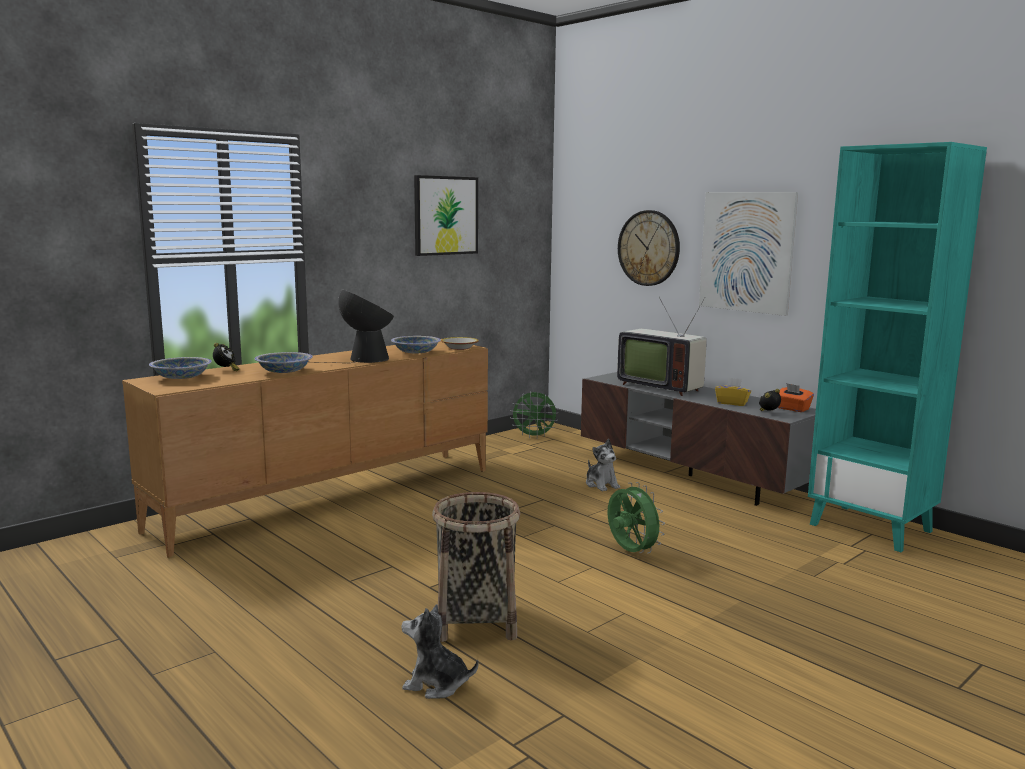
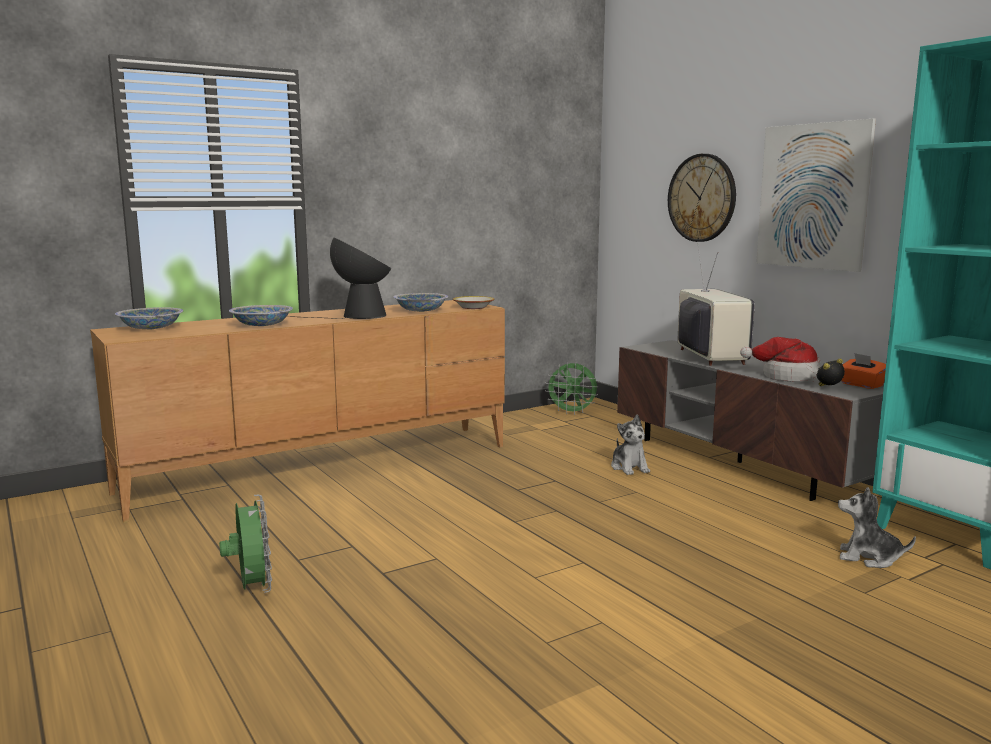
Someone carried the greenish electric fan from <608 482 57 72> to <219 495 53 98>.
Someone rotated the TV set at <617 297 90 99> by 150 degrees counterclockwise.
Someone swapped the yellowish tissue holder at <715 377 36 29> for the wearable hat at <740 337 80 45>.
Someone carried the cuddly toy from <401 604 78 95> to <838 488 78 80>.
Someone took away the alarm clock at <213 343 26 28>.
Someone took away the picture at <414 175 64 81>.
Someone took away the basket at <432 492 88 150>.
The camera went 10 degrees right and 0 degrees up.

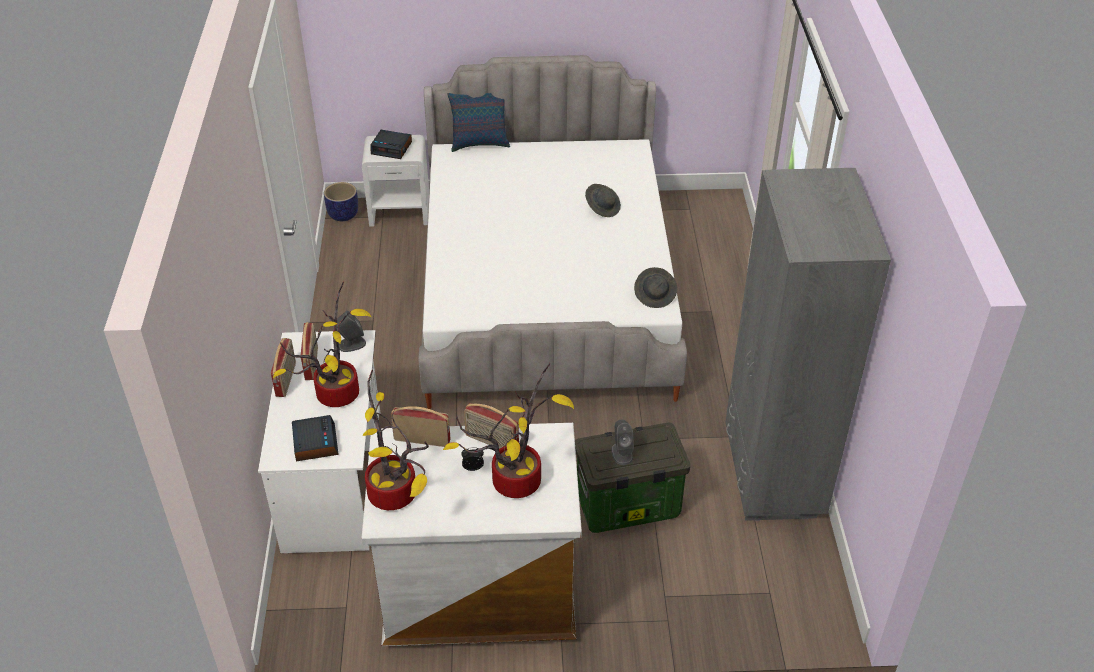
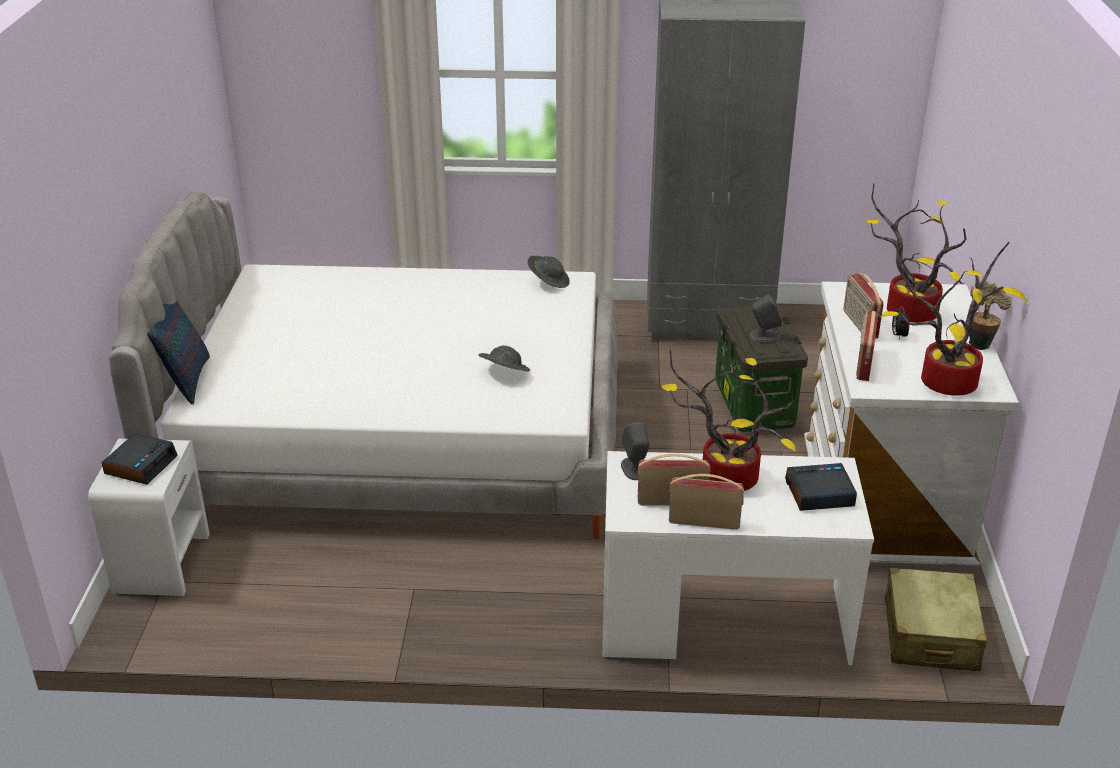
Someone carried the greyish wearable hat from <585 184 36 33> to <479 345 51 27>.
Someone rotated the radio set at <464 403 55 46> by 135 degrees clockwise.
Someone put down the beige-coloured piece of luggage at <885 568 102 103>.
Someone put down the plant in a pot at <969 281 43 69>.
Someone took away the planter at <324 182 34 39>.
The camera went 85 degrees left and 10 degrees down.

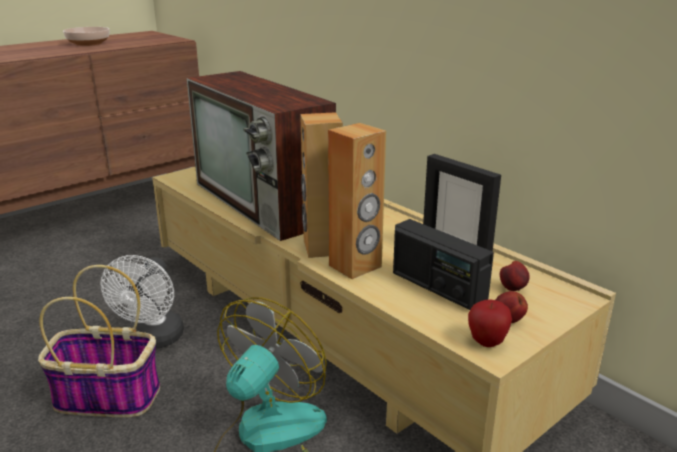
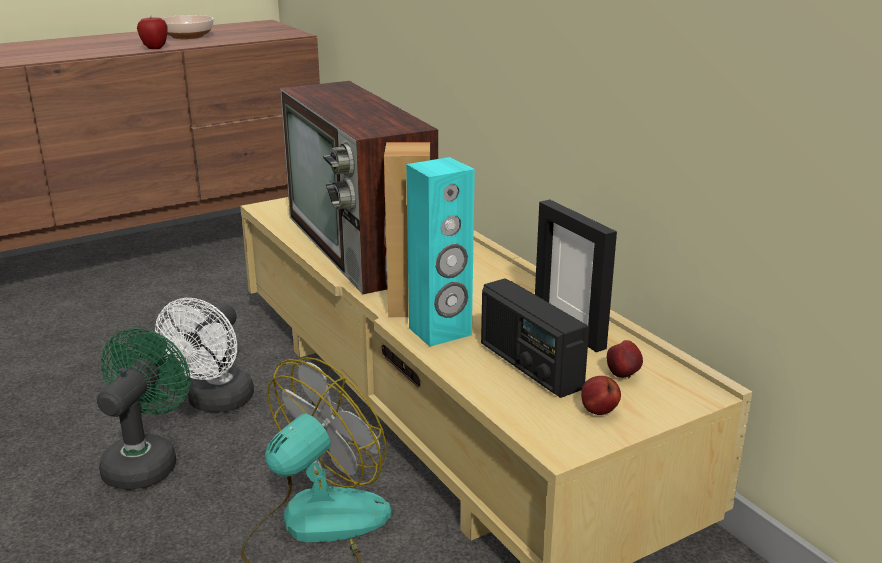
Someone swapped the basket at <38 265 122 152> for the greenish electric fan at <97 328 94 162>.
Someone carried the whole apple from <468 300 44 47> to <137 17 31 32>.
Someone repainted the brown speaker at <328 123 58 156>, which became the turquoise speaker at <406 157 69 190>.
The camera went 10 degrees right and 0 degrees up.

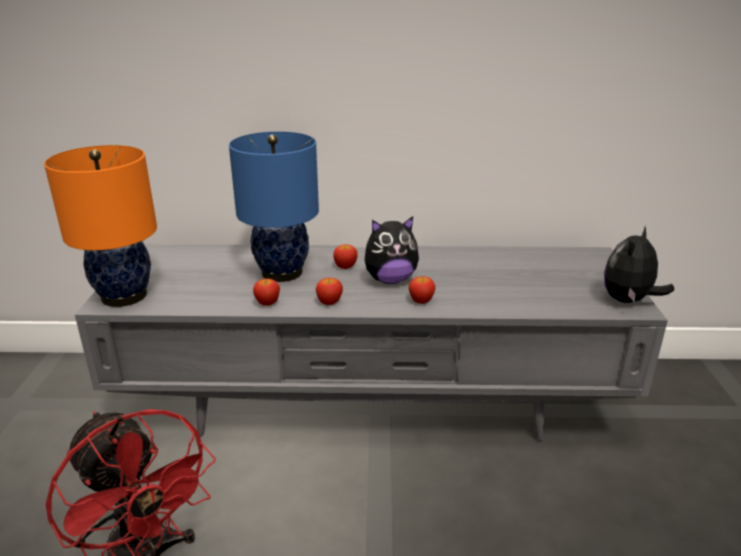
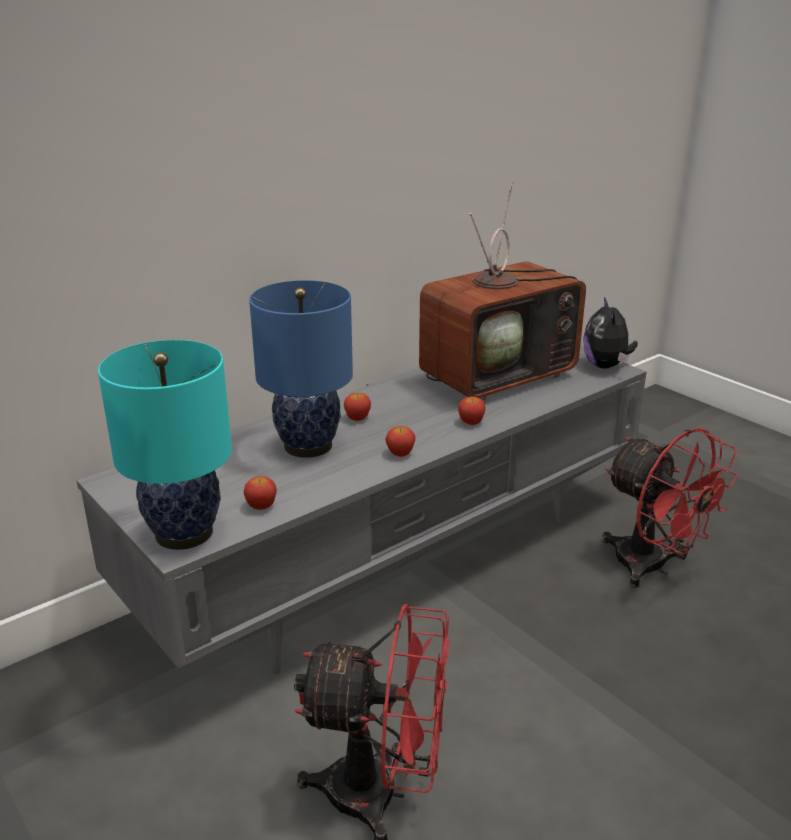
Someone repainted the orange-coloured tabletop lamp at <44 145 113 162>, which became the turquoise tabletop lamp at <98 340 134 210>.
Someone carried the whole apple from <253 279 27 27> to <244 476 33 34>.
Someone put down the TV set at <419 181 167 219>.
Someone put down the red-coloured electric fan at <602 428 137 160>.
Someone took away the cuddly toy at <365 217 54 67>.
The camera went 40 degrees left and 0 degrees up.

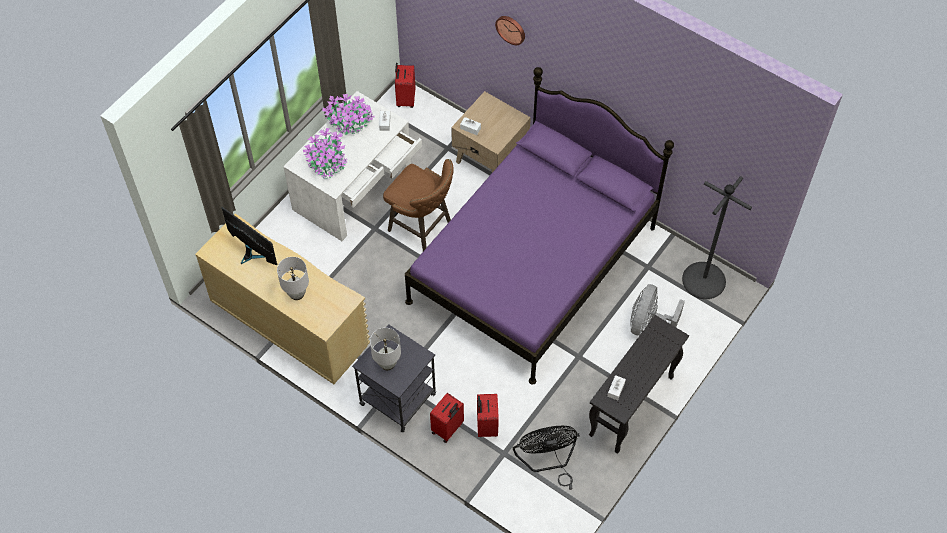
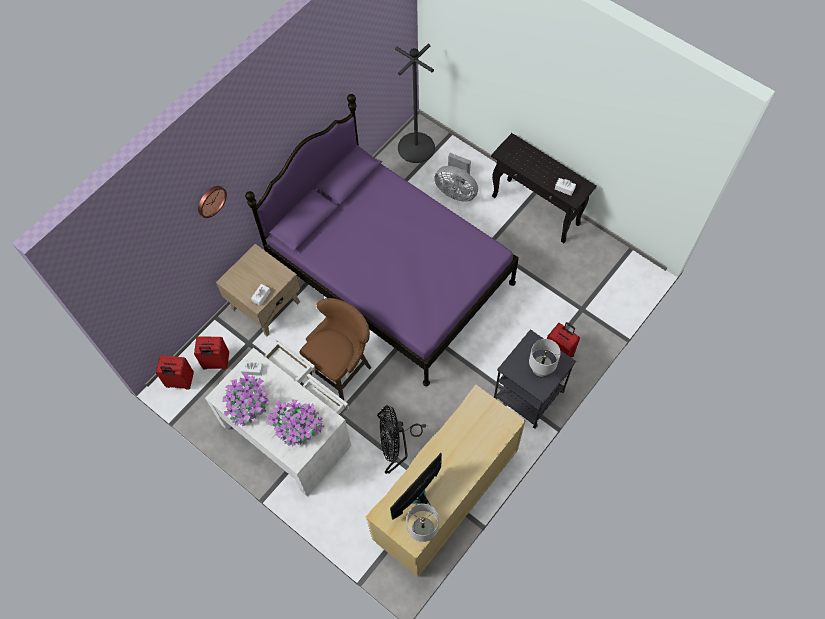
Someone carried the red-coloured piece of luggage from <477 394 22 43> to <194 337 35 33>.
Someone carried the blackish electric fan from <513 426 67 64> to <377 405 50 69>.
Someone carried the whitish tabletop lamp from <277 257 32 43> to <407 504 32 38>.
The camera went 85 degrees left and 5 degrees up.

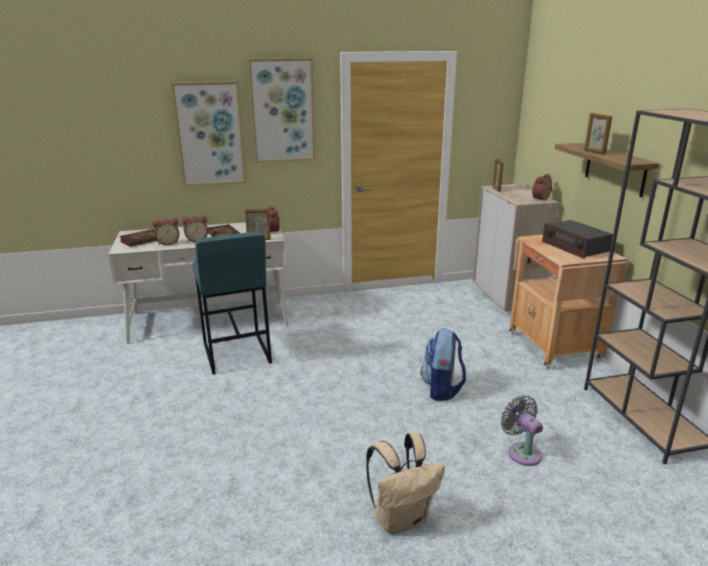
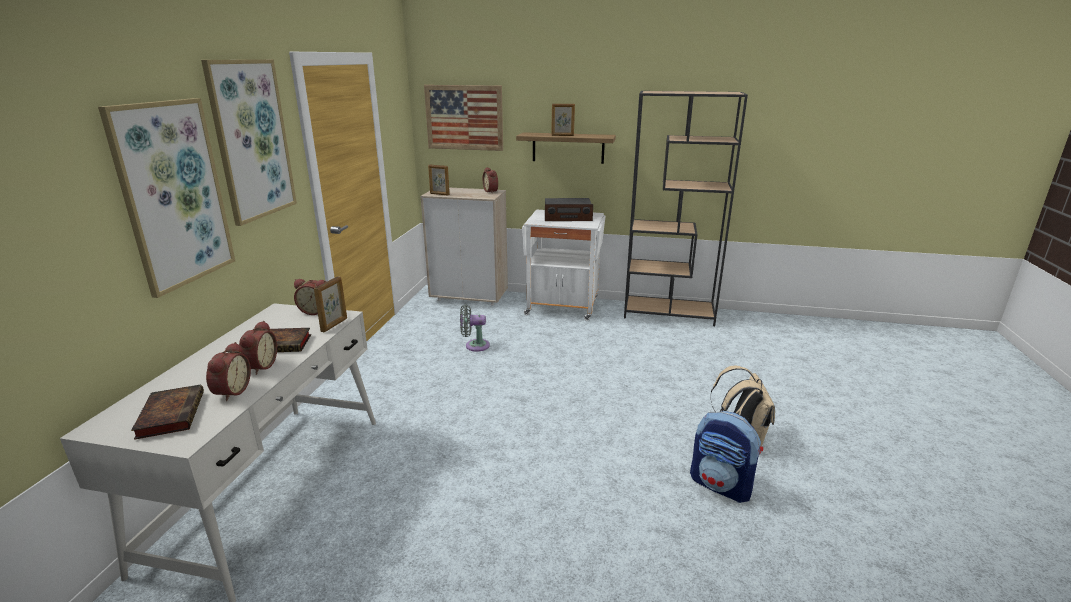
Someone put up the picture at <424 85 79 66>.
Someone carried the greyish electric fan from <501 395 42 71> to <460 304 30 48>.
Someone repainted the brown cart at <508 235 120 133>, which became the whitish cart at <522 210 84 111>.
Someone carried the rucksack from <420 328 46 73> to <690 411 73 92>.
Someone took away the turquoise sitting stool at <193 232 79 143>.
The camera went 65 degrees left and 0 degrees up.

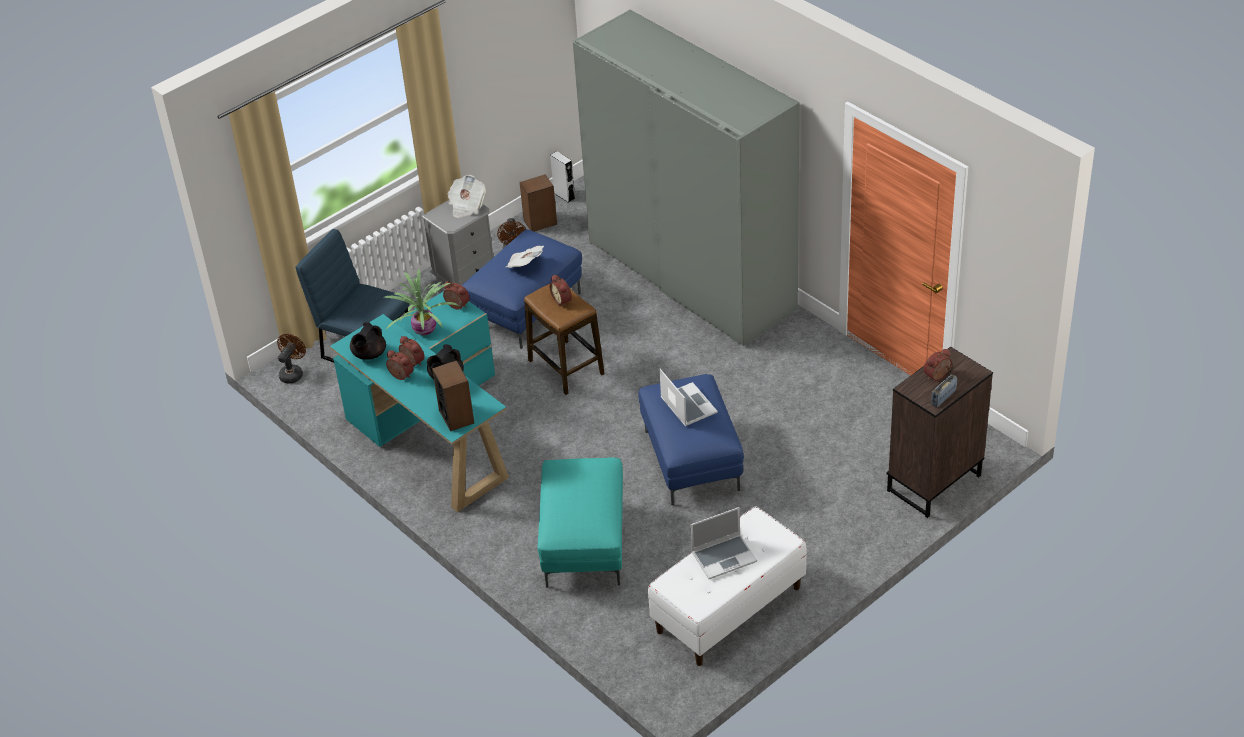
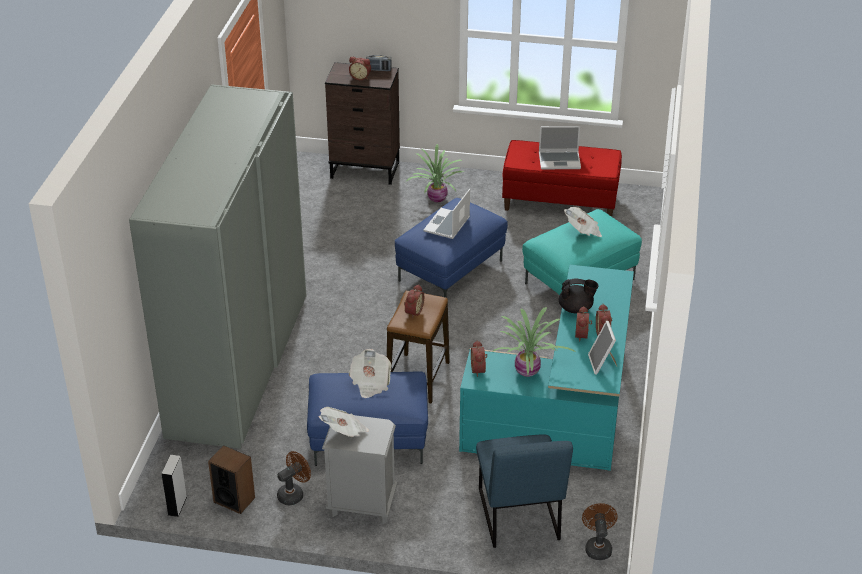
Someone put down the plant in a pot at <406 144 59 58>.
Someone repainted the whitish bench at <648 507 159 159>, which became the red-coloured bench at <502 140 120 77>.
Someone rotated the portable computer at <691 507 66 72> by 150 degrees clockwise.
Someone put down the newspaper at <564 207 38 30>.
Someone rotated the brown electric fan at <277 334 29 50> by 105 degrees clockwise.
Someone swapped the blackish teapot at <350 322 36 38> for the standing frame at <588 321 29 54>.
Someone took away the speaker at <432 360 42 71>.
The camera went 130 degrees left and 5 degrees down.

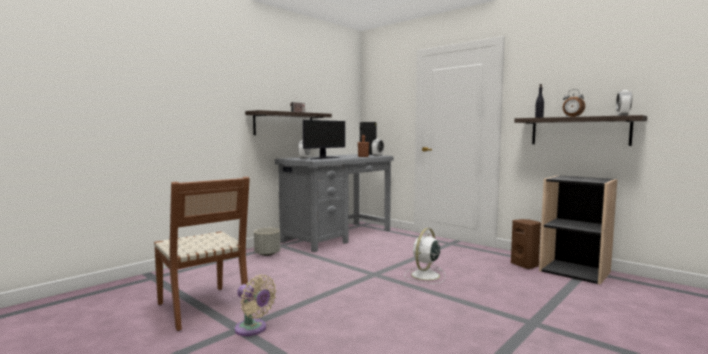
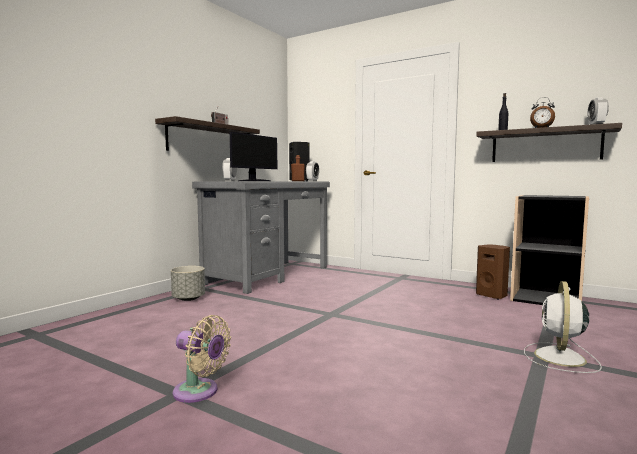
Someone carried the whitish electric fan from <404 228 41 56> to <524 281 78 92>.
Someone took away the chair at <154 177 96 154>.
The camera went 10 degrees left and 0 degrees up.

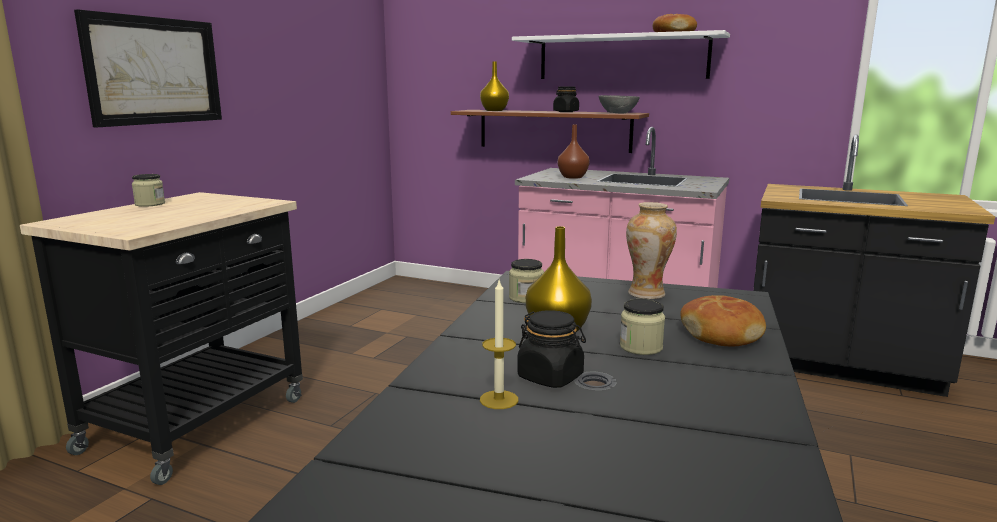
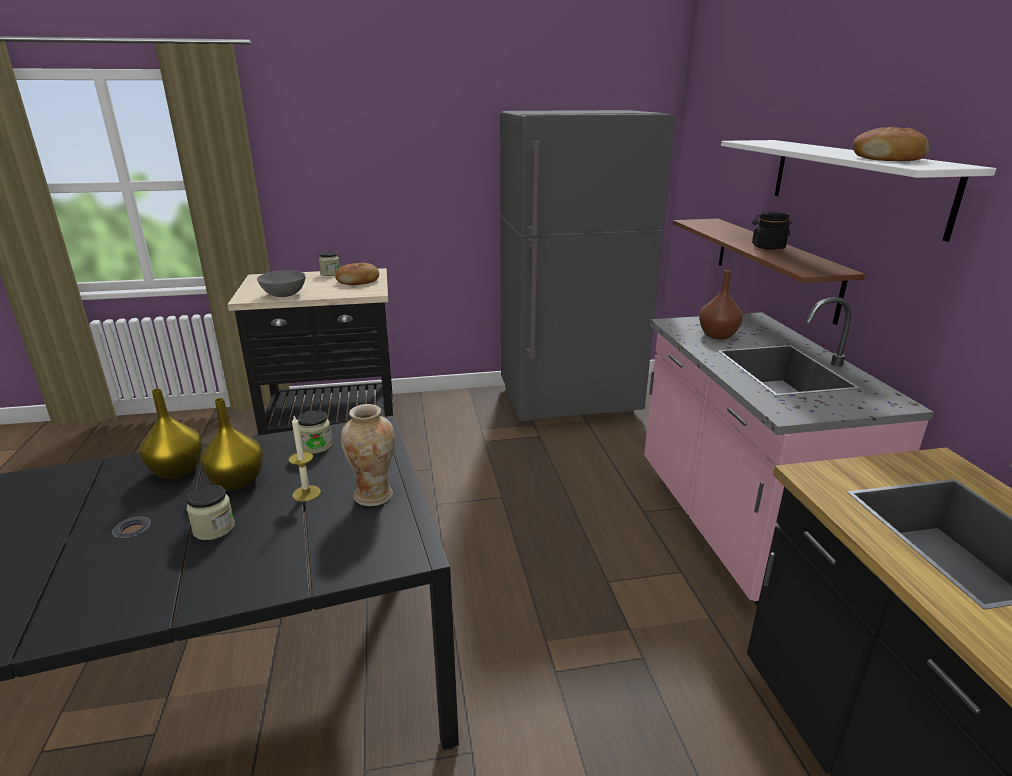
Someone carried the yellowish decorative vase from <480 62 29 49> to <139 389 64 90>.
Someone carried the greyish bowl from <599 95 40 18> to <257 270 48 27>.
Someone carried the wax candle from <480 280 38 129> to <289 416 32 86>.
Someone carried the bread from <680 295 86 51> to <335 263 44 22>.
Someone put down the greyish fridge at <500 110 175 311>.
Someone took away the picture at <74 9 148 118>.
Someone took away the blackish preserve jar at <518 310 68 78>.
The camera went 55 degrees right and 10 degrees up.

